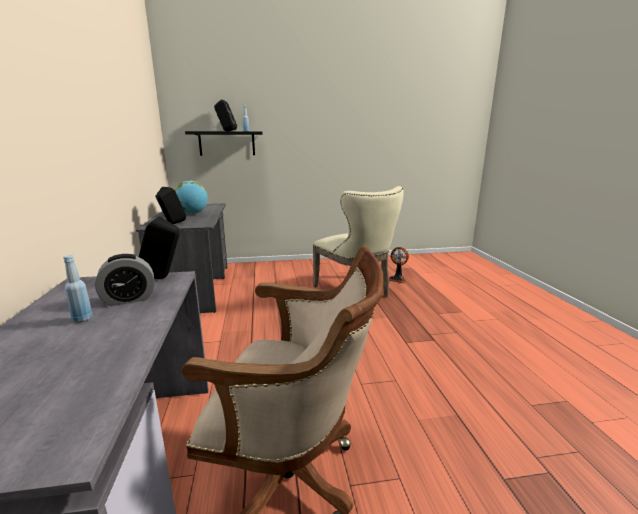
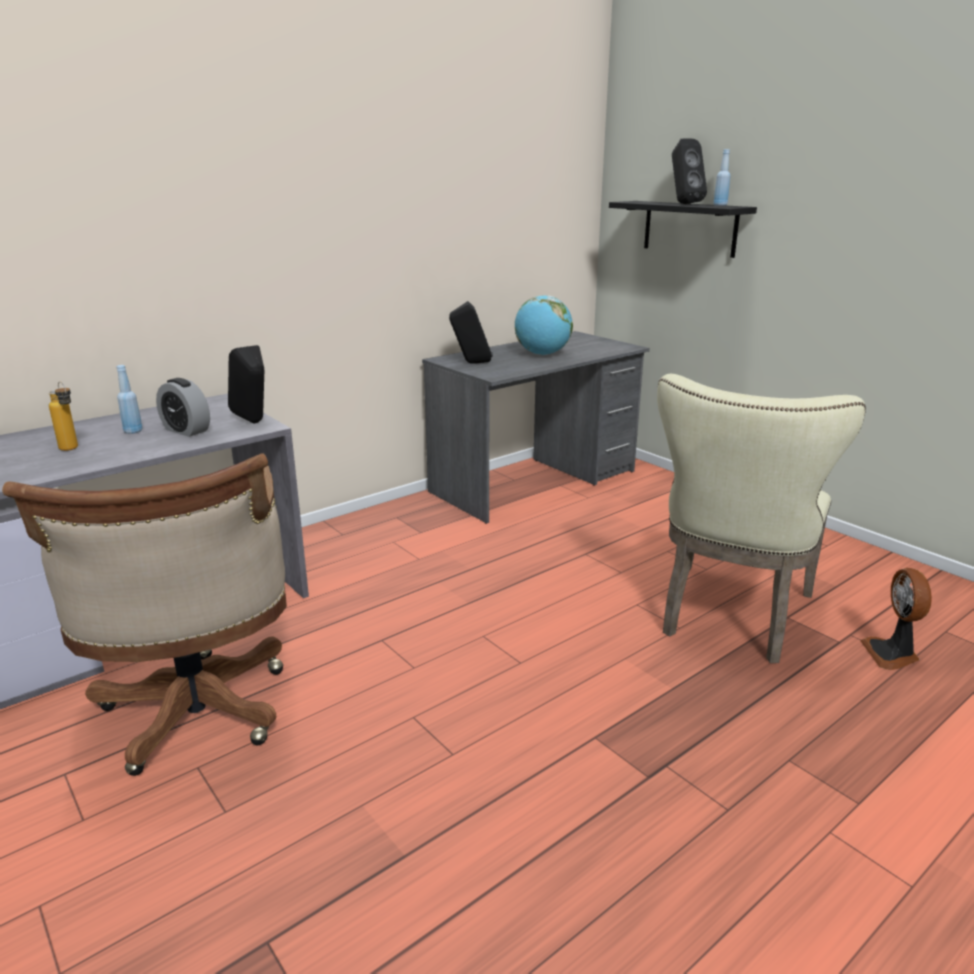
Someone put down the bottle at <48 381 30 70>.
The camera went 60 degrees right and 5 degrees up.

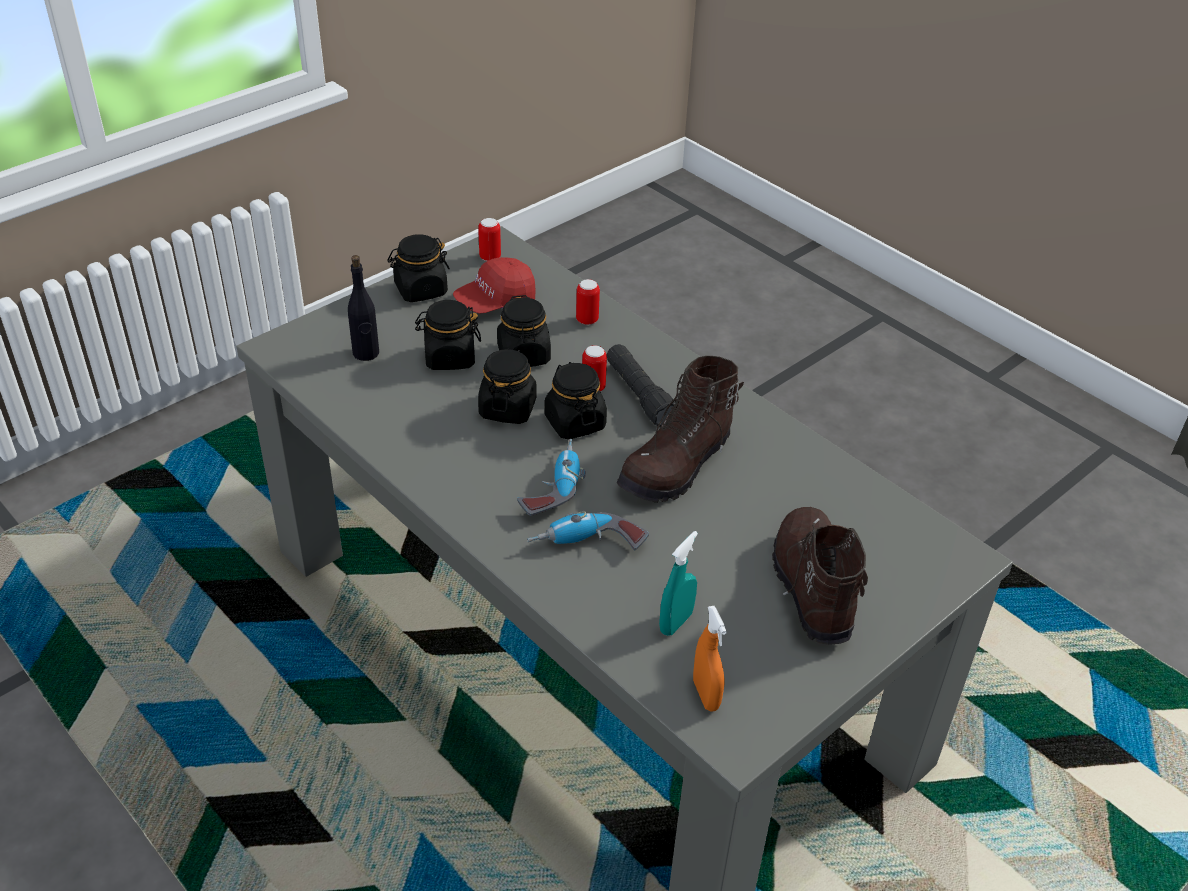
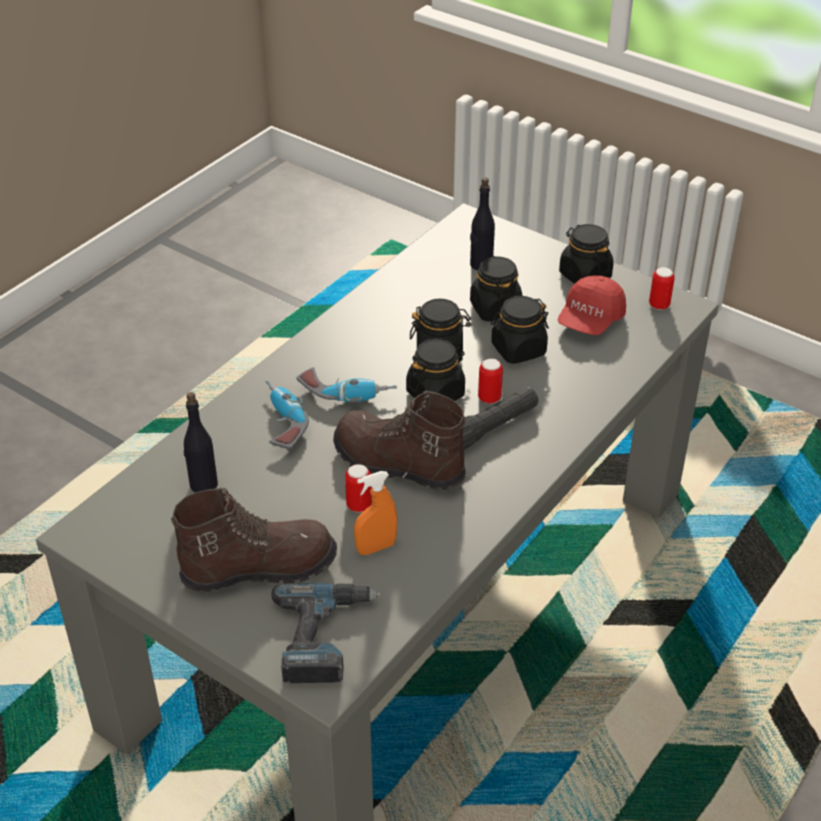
Someone swapped the turquoise spray bottle at <659 531 39 105> for the blackish bottle at <184 392 34 100>.
Someone put down the power drill at <271 583 110 100>.
Someone carried the sealed can from <576 279 24 46> to <345 464 27 48>.
Someone carried the orange-coloured spray bottle from <693 606 33 106> to <354 471 43 84>.
Someone rotated the red-coloured cap at <453 257 83 57> by 105 degrees counterclockwise.
The camera went 80 degrees right and 0 degrees up.

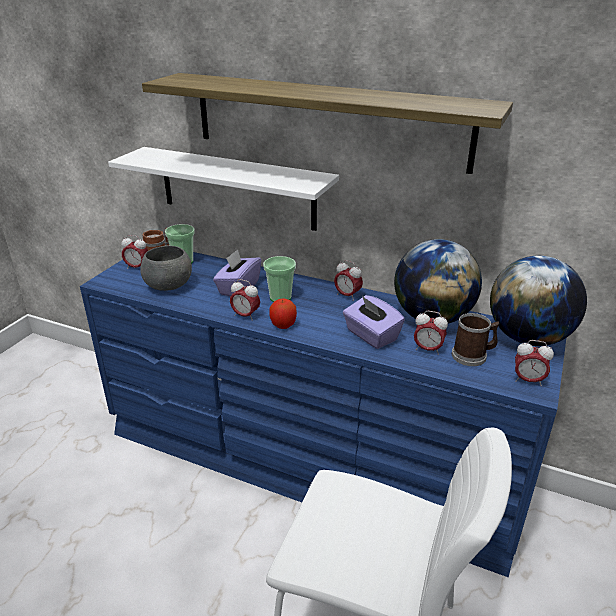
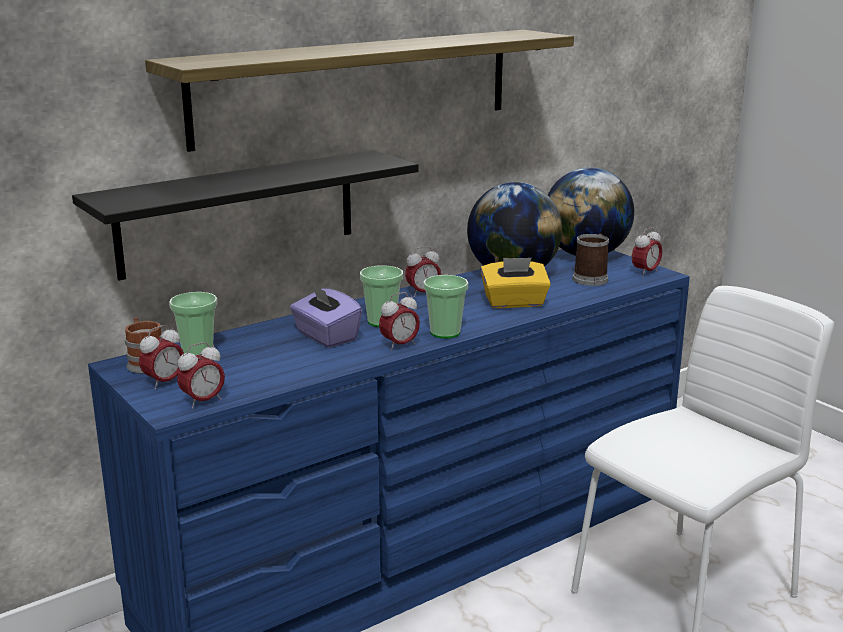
Someone repainted the whitish shelf at <108 147 231 84>, which became the blackish shelf at <72 150 346 130>.
Someone carried the alarm clock from <414 311 34 44> to <177 342 48 67>.
Someone swapped the whole apple at <269 298 28 31> for the small cup at <423 275 45 64>.
Someone repainted the purple tissue holder at <343 295 62 54>, which became the yellowish tissue holder at <480 258 71 50>.
Someone took away the greyish bowl at <140 246 52 45>.
The camera went 60 degrees left and 10 degrees down.

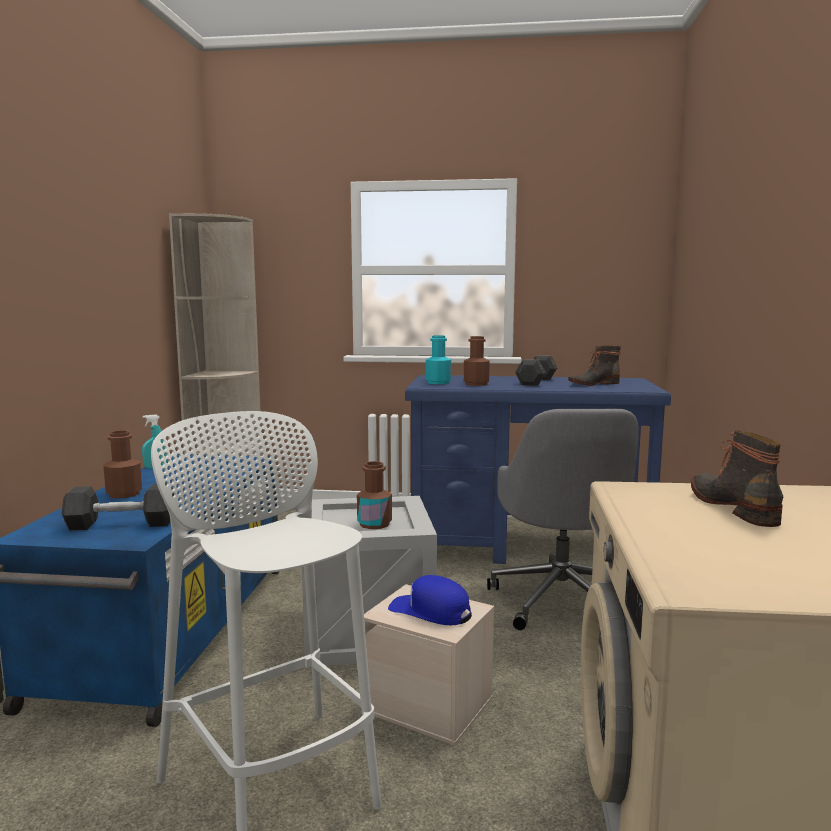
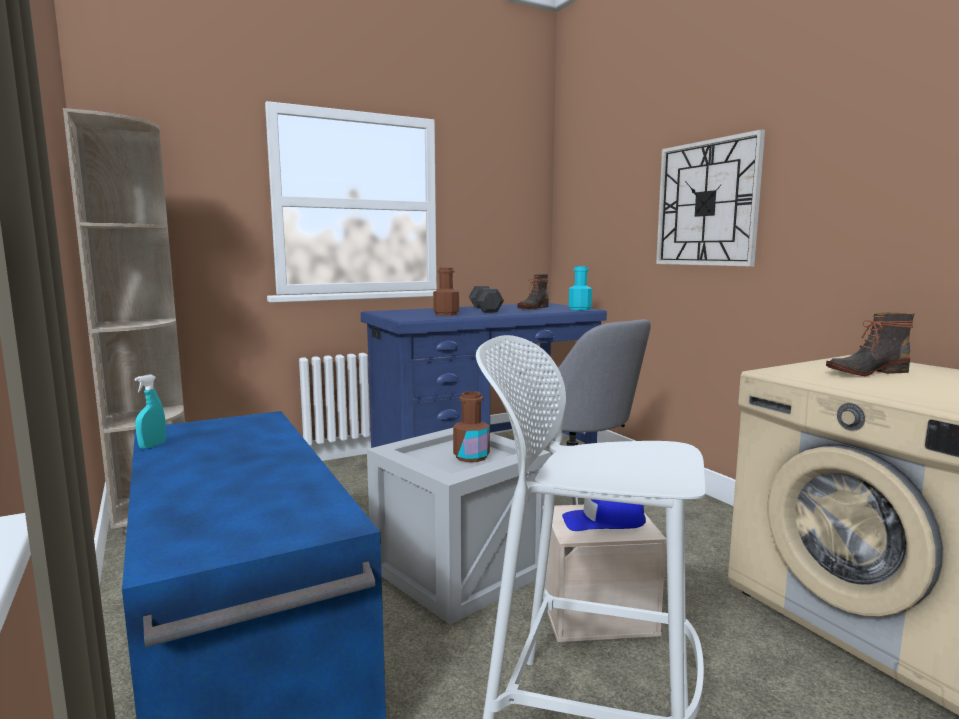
Someone carried the turquoise bottle from <426 335 25 49> to <569 266 23 44>.
Someone put up the clock on the wall at <656 129 109 137>.
Someone rotated the boot at <691 430 93 97> by 60 degrees counterclockwise.
Someone took away the greyish free weight at <62 484 112 47>.
Someone took away the brown bottle at <103 430 39 68>.
The camera went 35 degrees left and 0 degrees up.

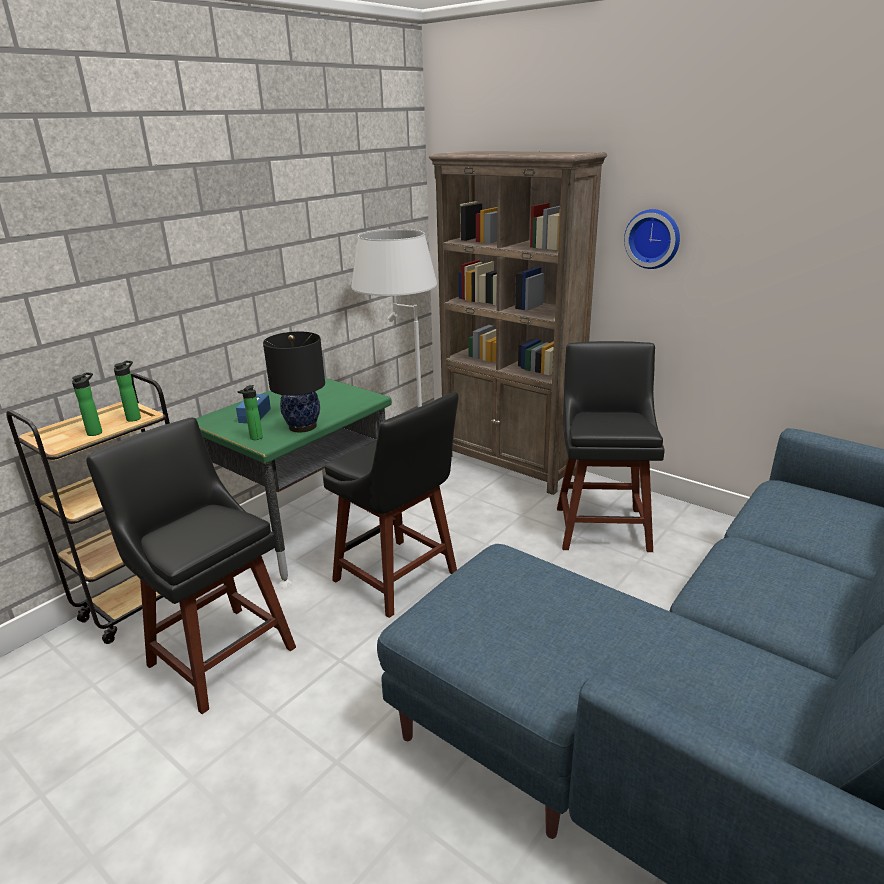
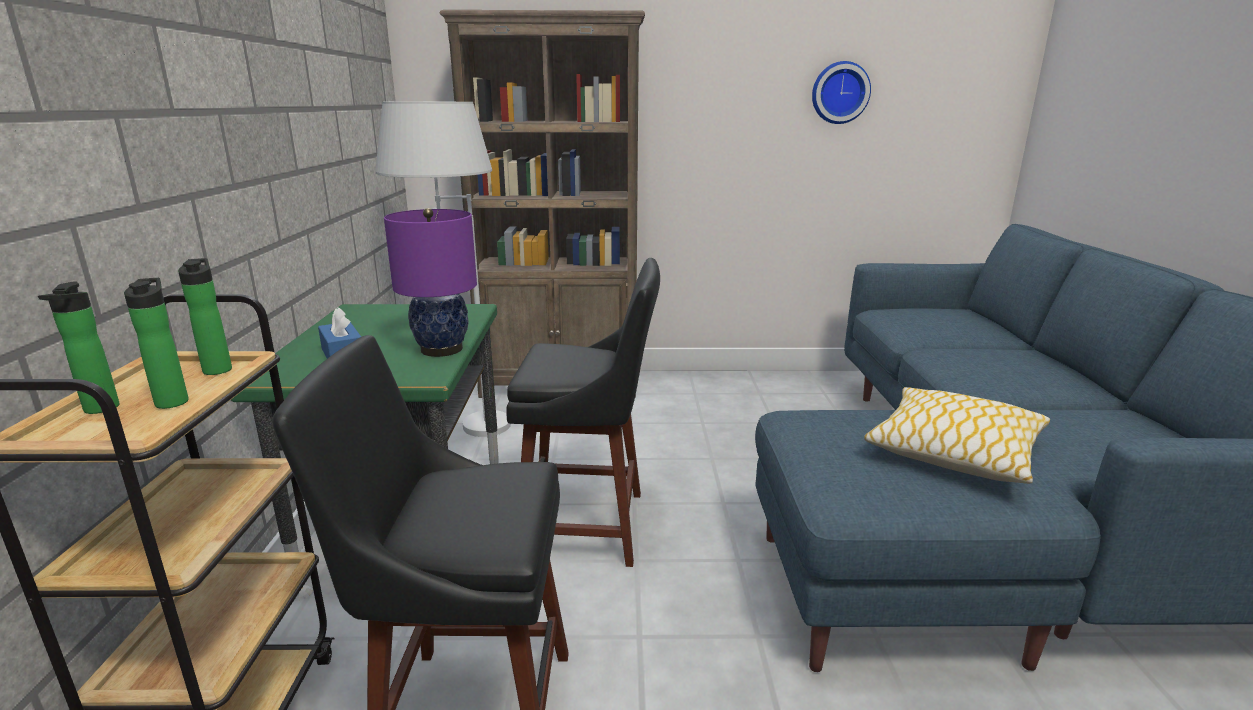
Someone carried the bottle from <237 385 26 55> to <38 281 82 133>.
Someone repainted the blackish tabletop lamp at <263 332 62 100>, which became the purple tabletop lamp at <384 208 93 149>.
Someone carried the clock on the wall from <624 209 56 60> to <812 61 59 63>.
Someone put down the cushion at <864 387 186 97>.
Someone took away the blackish chair at <557 341 107 211>.
The camera went 40 degrees left and 5 degrees down.

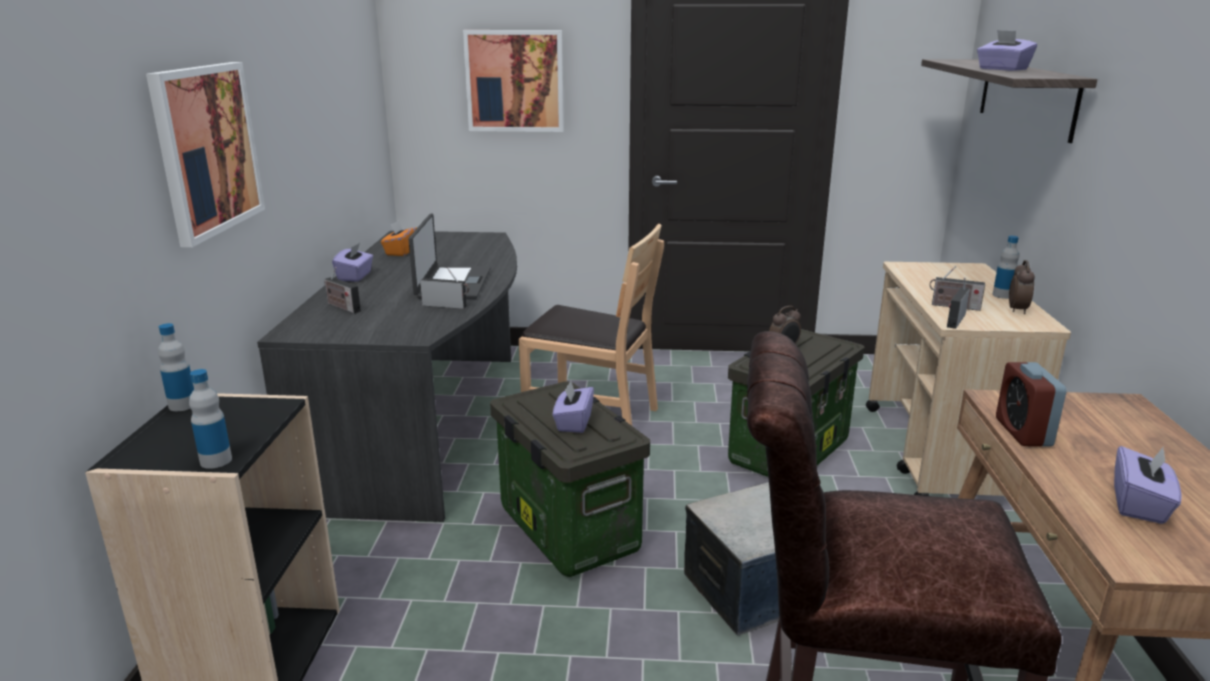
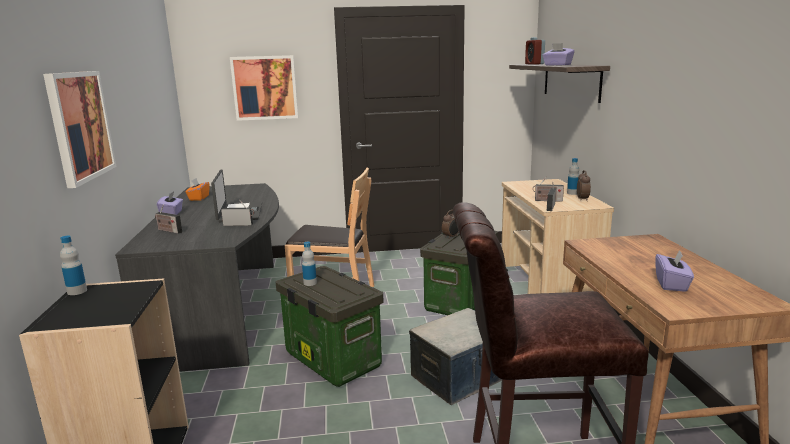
Someone carried the bottle from <189 369 43 100> to <302 242 15 44>.
Someone carried the alarm clock from <996 362 70 84> to <525 37 20 28>.
Someone took away the purple tissue holder at <553 380 41 53>.
The camera went 10 degrees left and 5 degrees down.

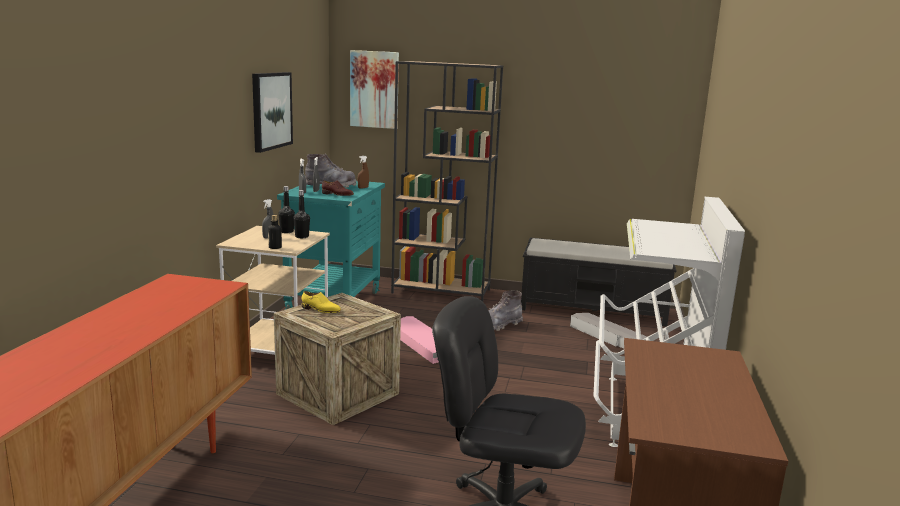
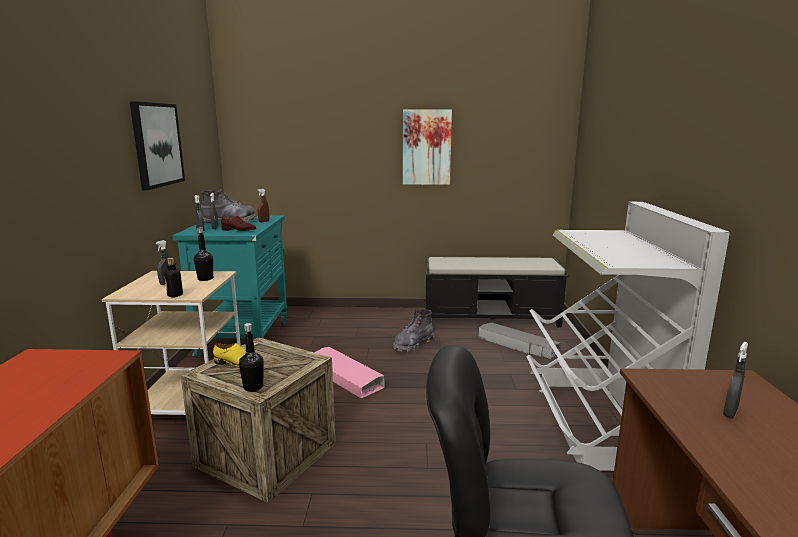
Someone carried the blackish bottle from <278 186 17 47> to <239 323 25 69>.
Someone carried the picture from <350 50 49 79> to <403 109 49 76>.
Someone put down the greyish spray bottle at <723 342 25 76>.
Someone took away the shelving unit at <391 61 112 241>.
The camera went 10 degrees left and 0 degrees up.

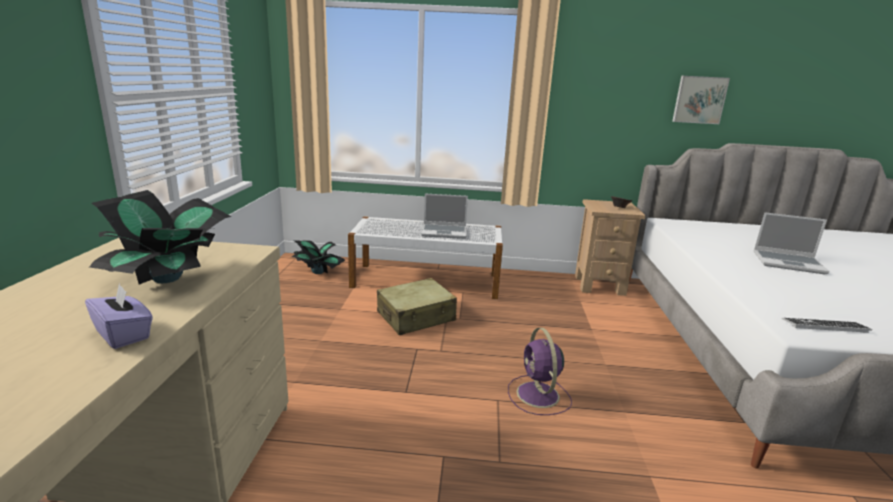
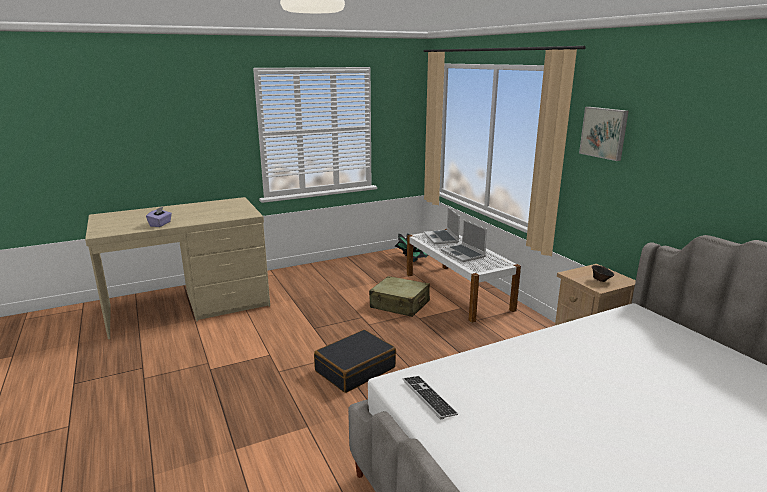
Someone swapped the purple electric fan at <508 328 64 87> for the blackish piece of luggage at <314 330 82 63>.
Someone carried the portable computer from <754 212 75 62> to <424 207 36 37>.
Someone carried the picture from <672 76 58 48> to <579 107 50 54>.
Someone took away the plant in a pot at <90 190 141 94>.
The camera went 60 degrees right and 0 degrees up.

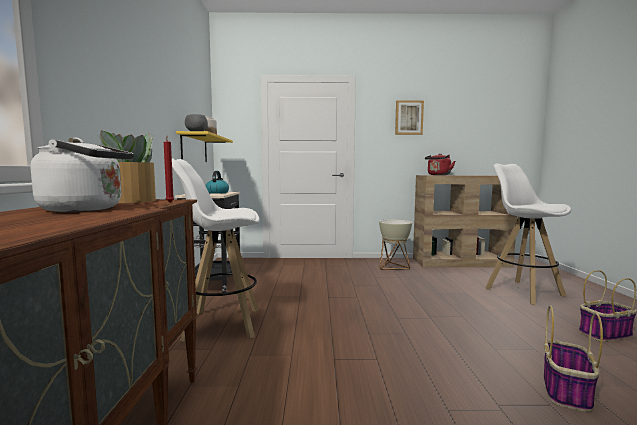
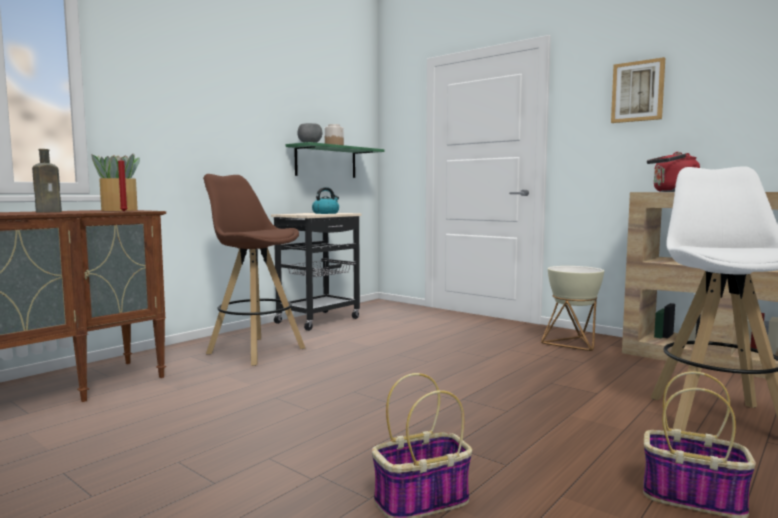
Someone swapped the whitish water kettle at <31 138 103 74> for the brown bottle at <32 149 30 64>.
Someone repainted the whitish sitting stool at <172 158 88 184>, which became the brown sitting stool at <203 174 103 192>.
Someone repainted the yellowish shelf at <176 131 57 31>, which became the greenish shelf at <286 142 98 36>.
The camera went 40 degrees right and 0 degrees up.

